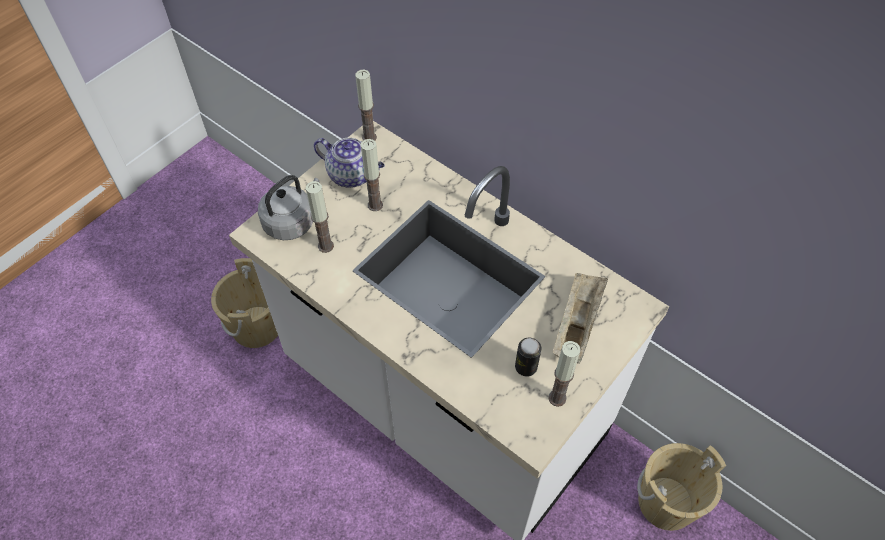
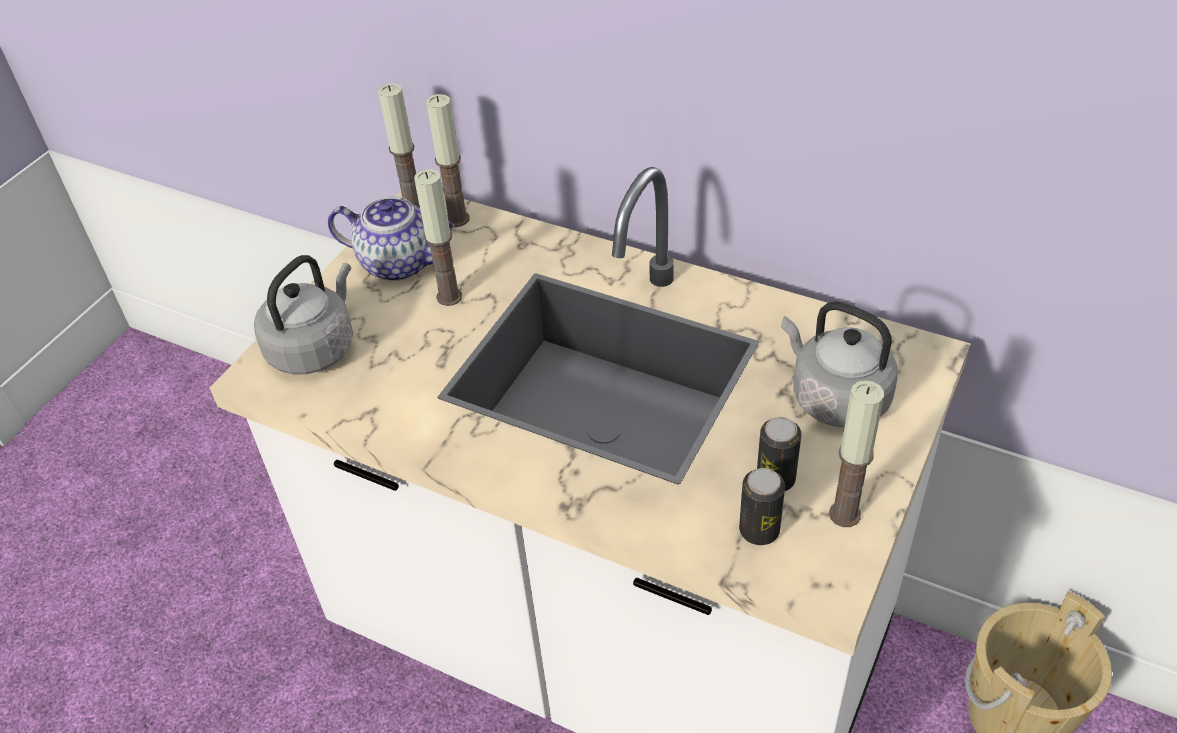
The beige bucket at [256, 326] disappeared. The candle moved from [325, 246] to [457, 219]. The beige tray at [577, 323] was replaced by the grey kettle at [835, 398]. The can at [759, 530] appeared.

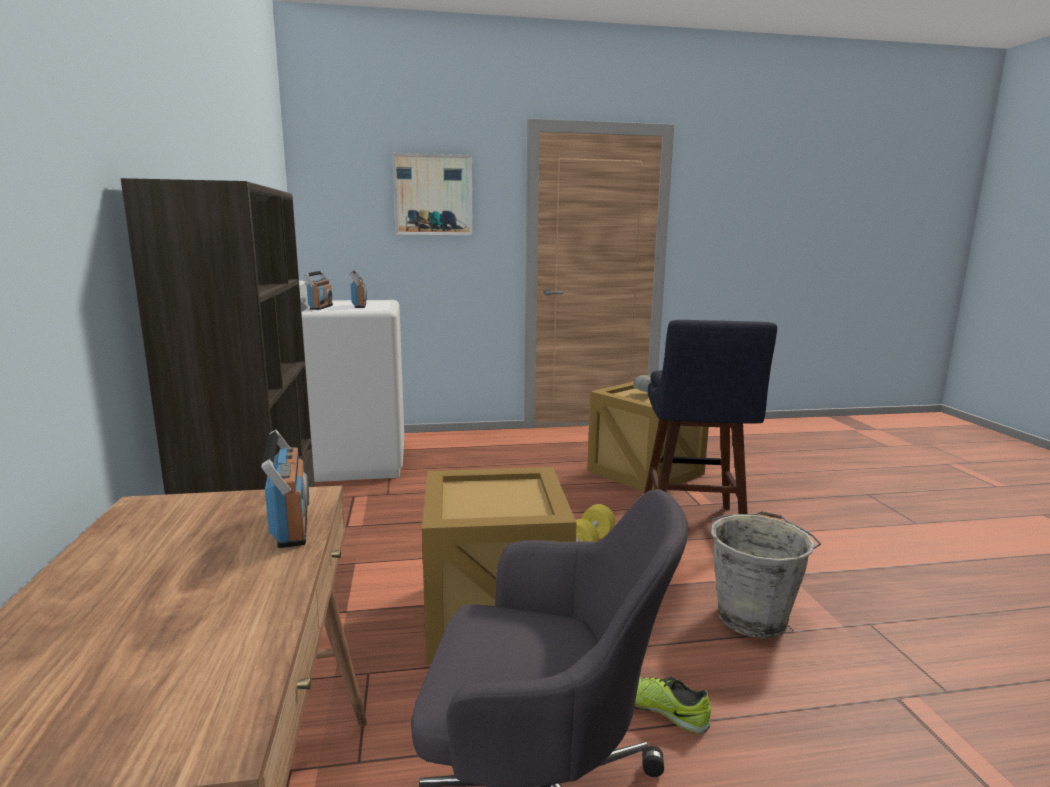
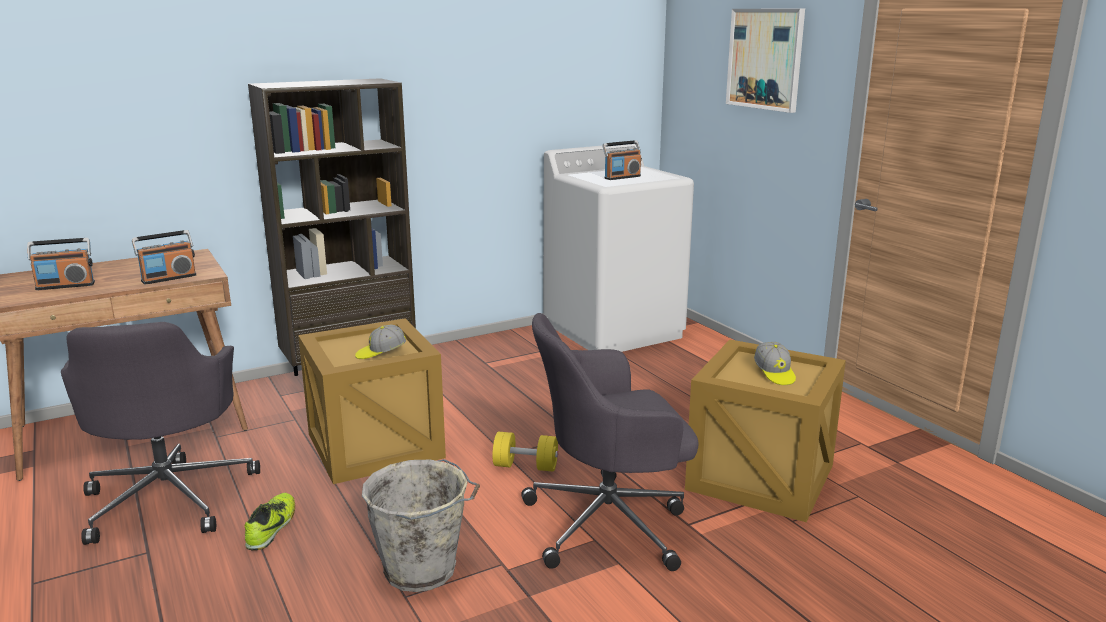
The radio moved from [320, 307] to [65, 286]. The blue stool at [692, 528] was replaced by the grey office chair at [610, 523]. The cap at [381, 353] appeared.

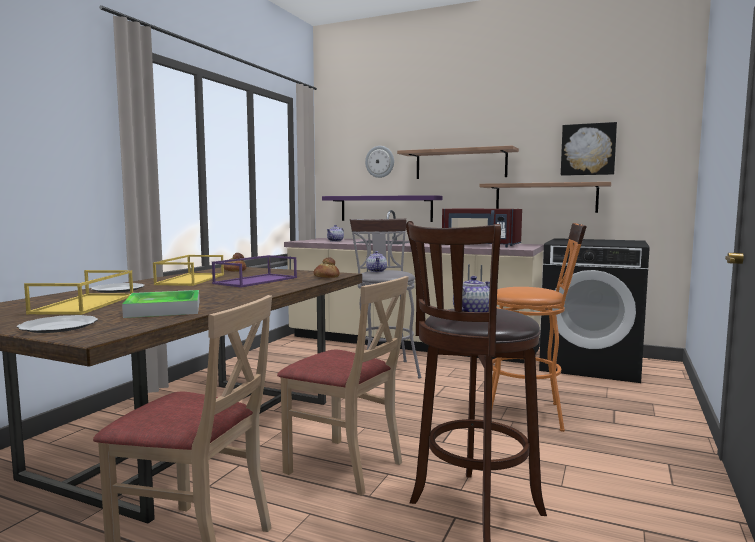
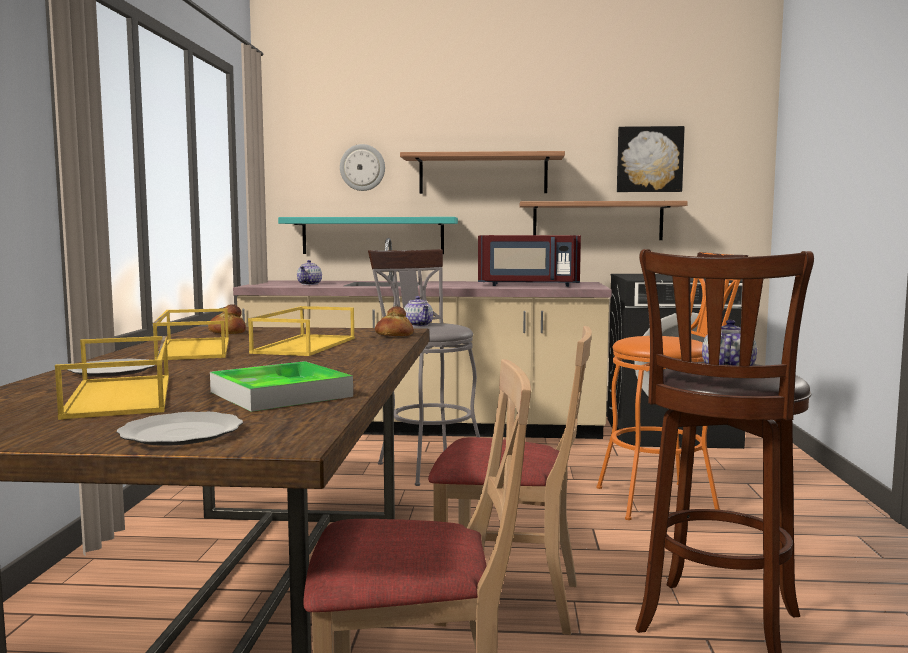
The purple tray at [256, 280] became the yellow tray at [304, 345]. The purple shelf at [386, 208] became the turquoise shelf at [373, 235].

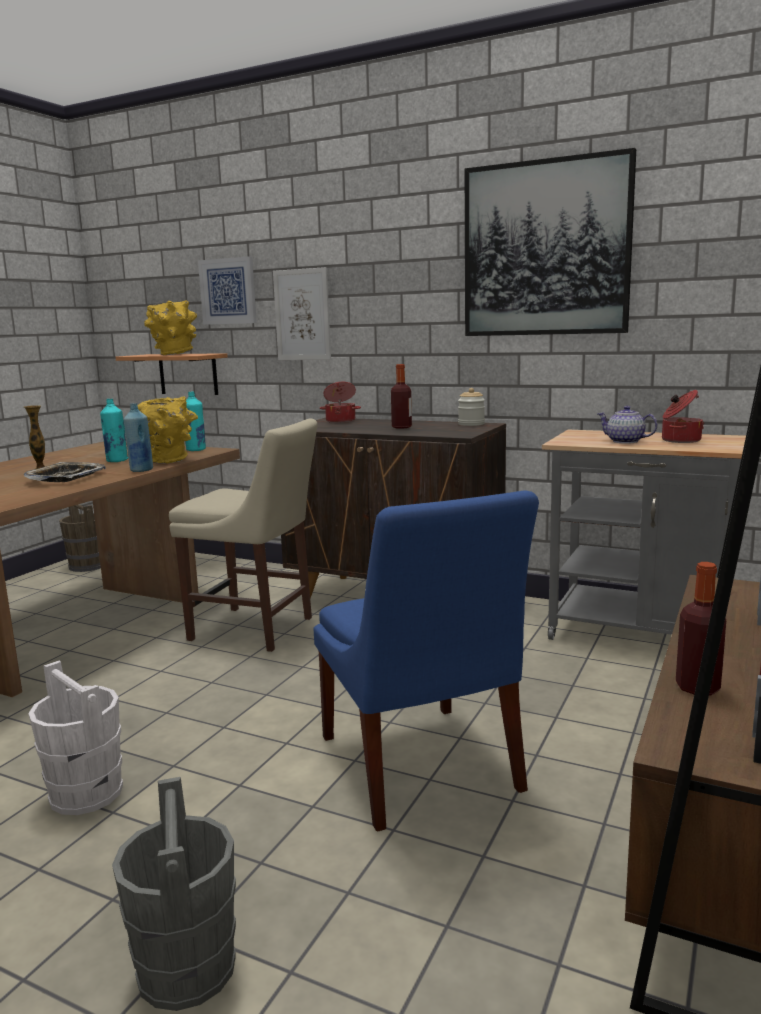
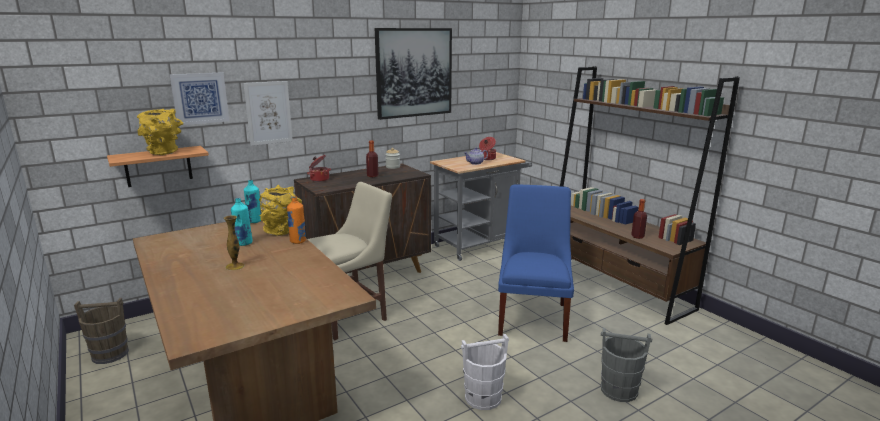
The tray at [66, 477] disappeared. The blue bottle at [141, 470] became the orange bottle at [298, 241]. The blue chair at [420, 768] turned 90 degrees counterclockwise.

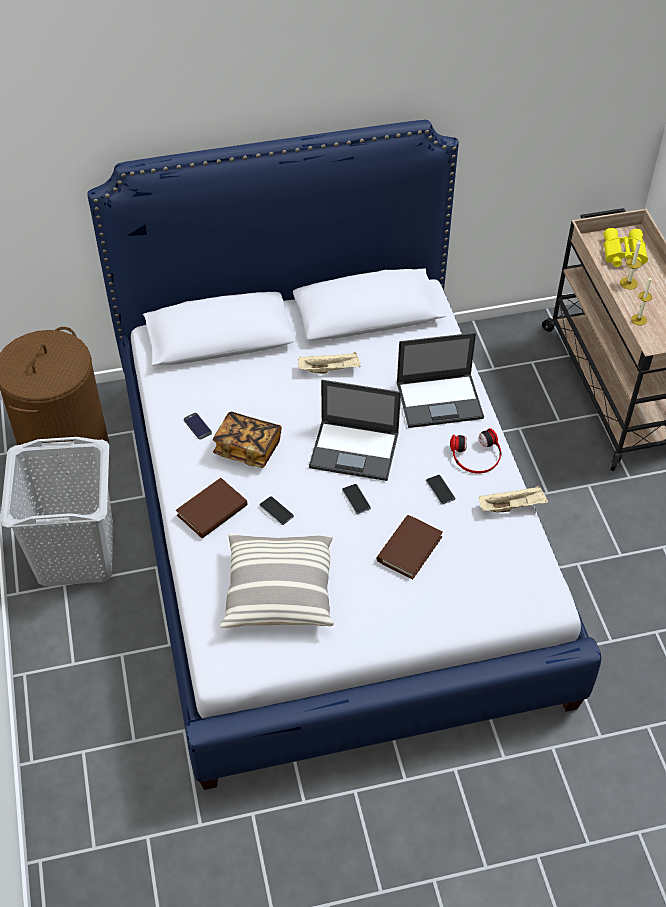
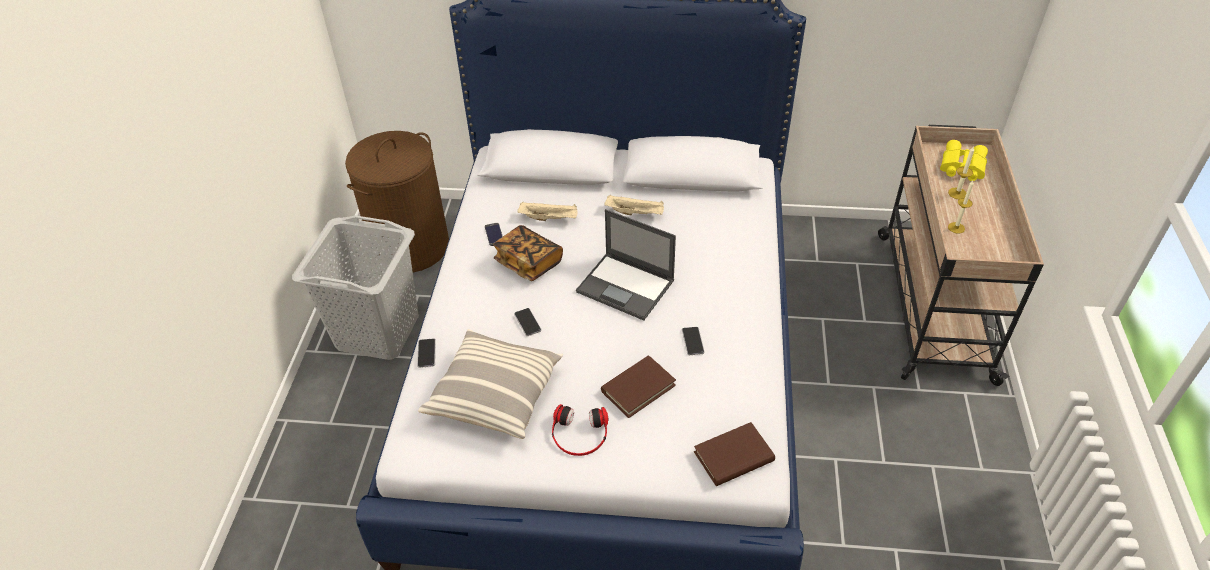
The brown book moved from [212, 511] to [733, 457]. The phone moved from [356, 499] to [426, 353]. The laptop at [440, 400] disappeared. The headphones moved from [476, 456] to [579, 434]. The beige tray moved from [512, 506] to [549, 218].

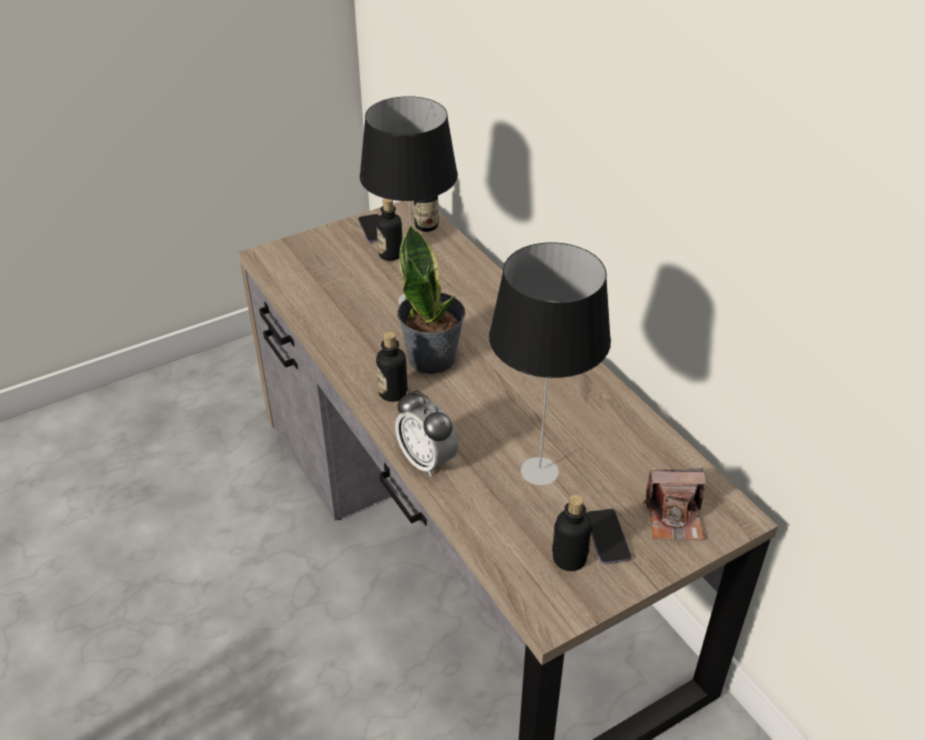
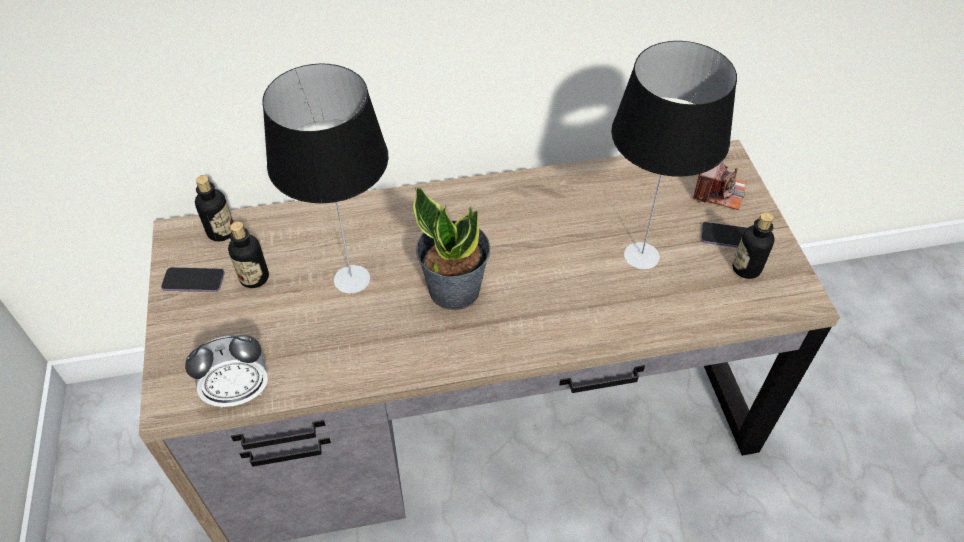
The bottle at [393, 393] disappeared. The alarm clock moved from [427, 461] to [239, 392].

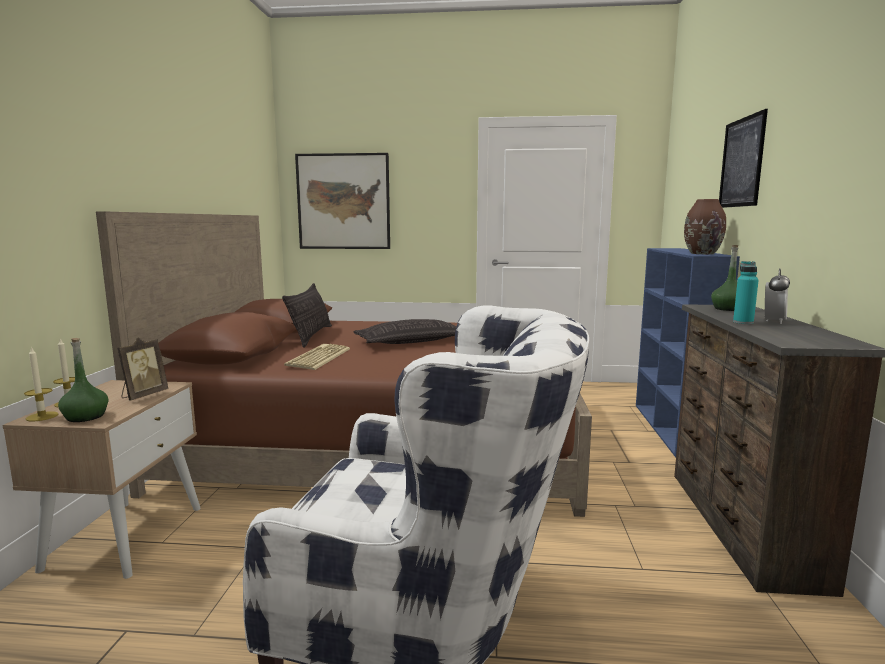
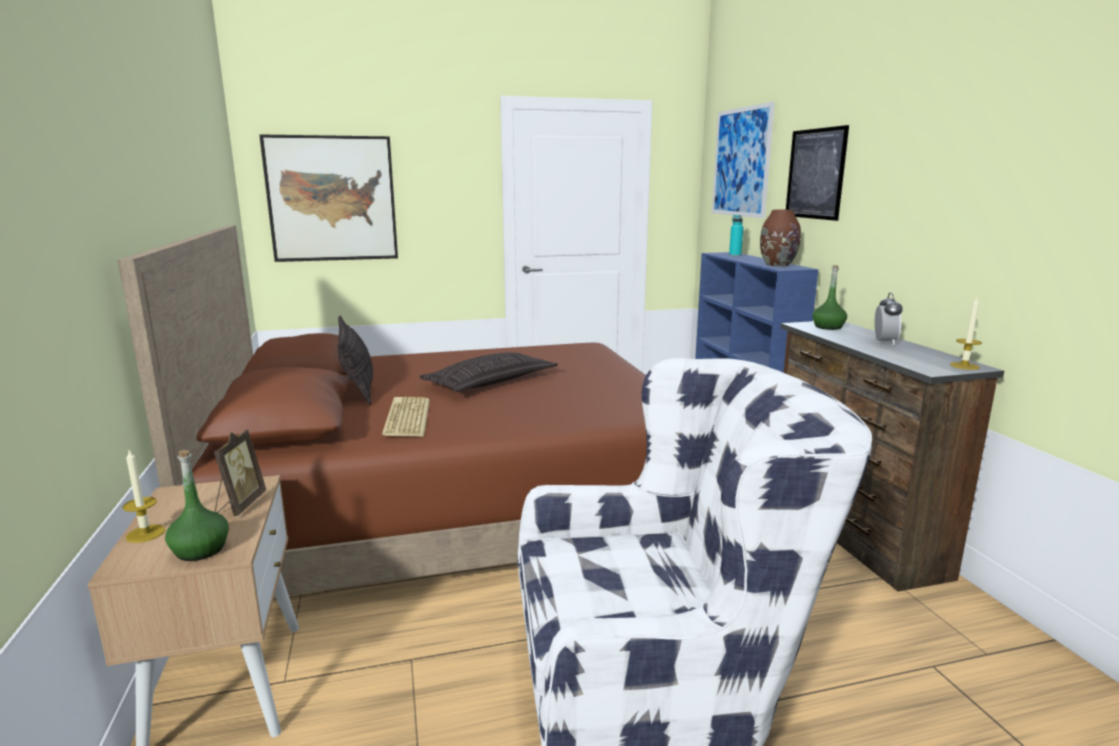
The candle moved from [42, 416] to [964, 366]. The turquoise bottle moved from [743, 322] to [735, 255]. The picture at [741, 162] appeared.

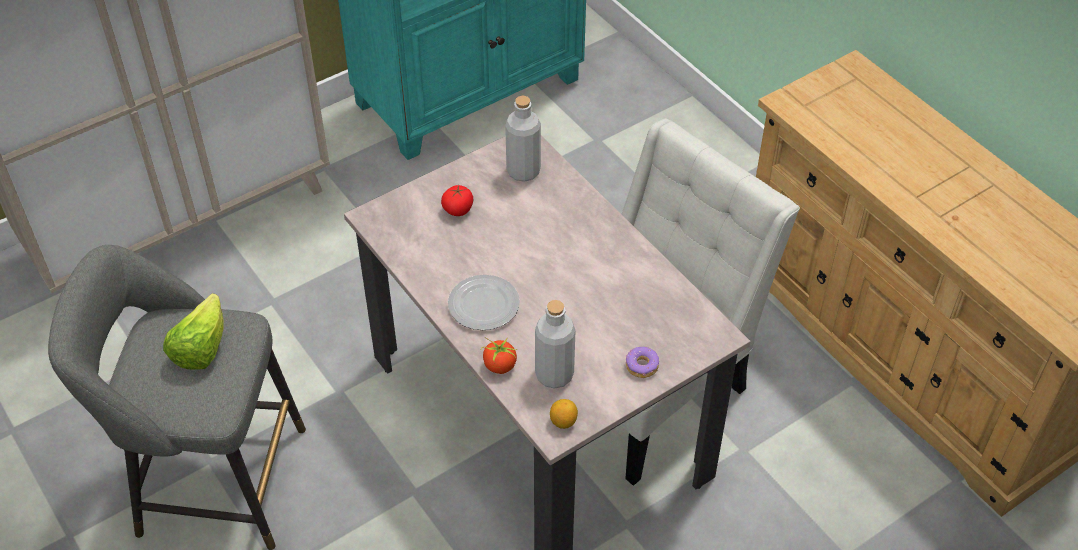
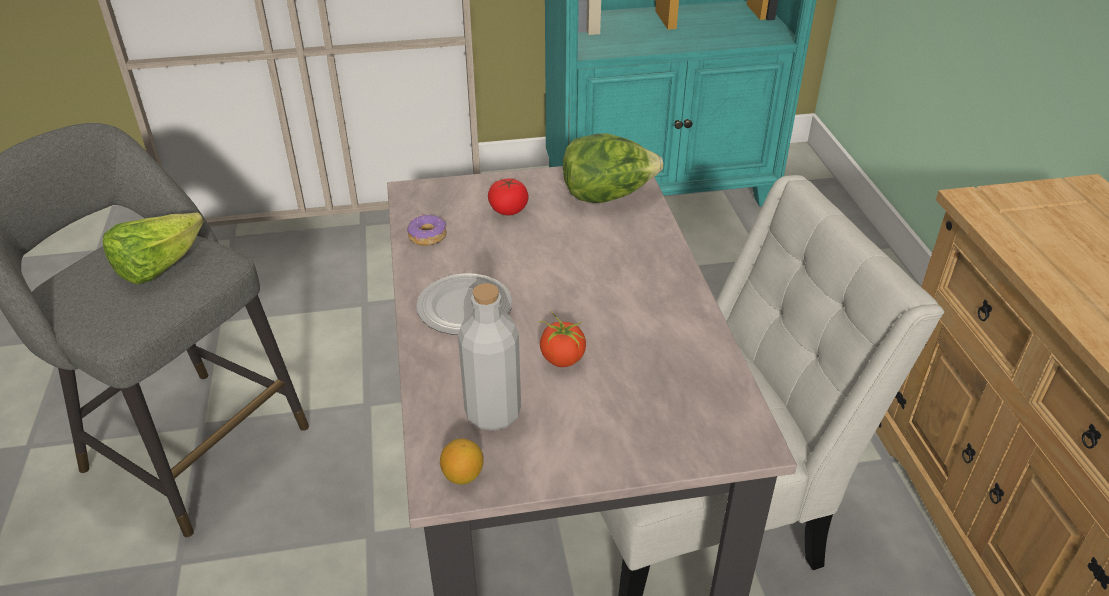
The tomato moved from [499, 366] to [562, 359]. The grey bottle at [523, 171] was replaced by the lettuce at [607, 196]. The donut moved from [642, 366] to [427, 236].

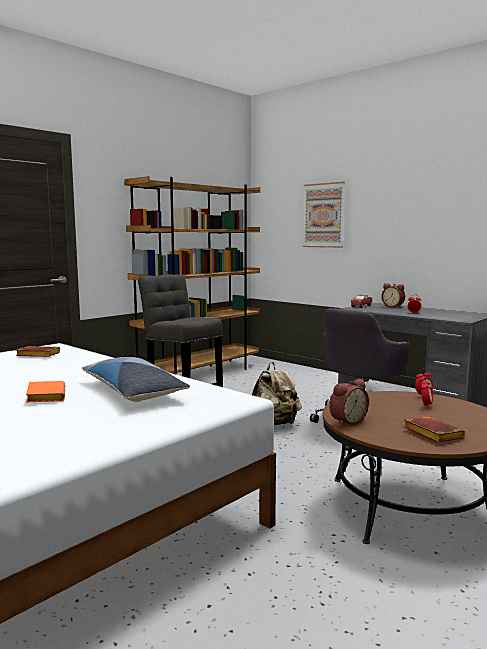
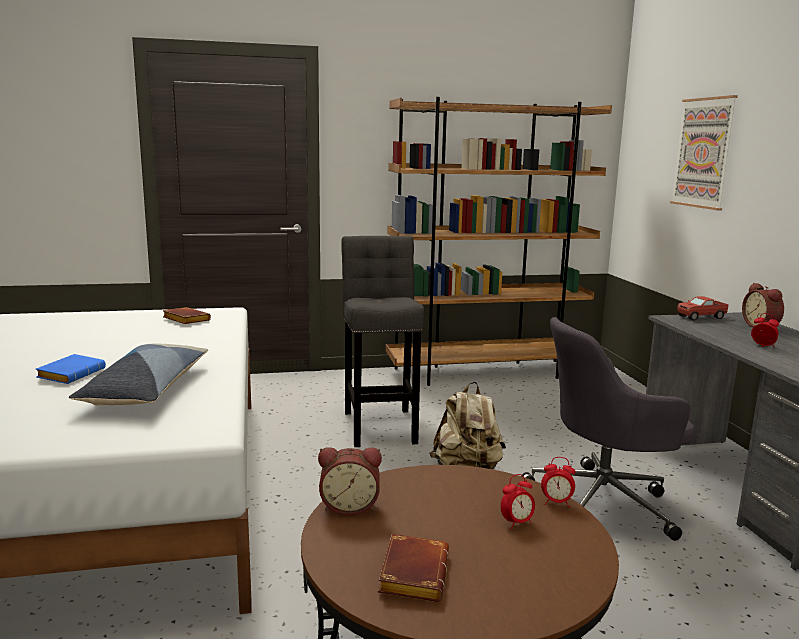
The orange book at [44, 396] became the blue book at [71, 374].

